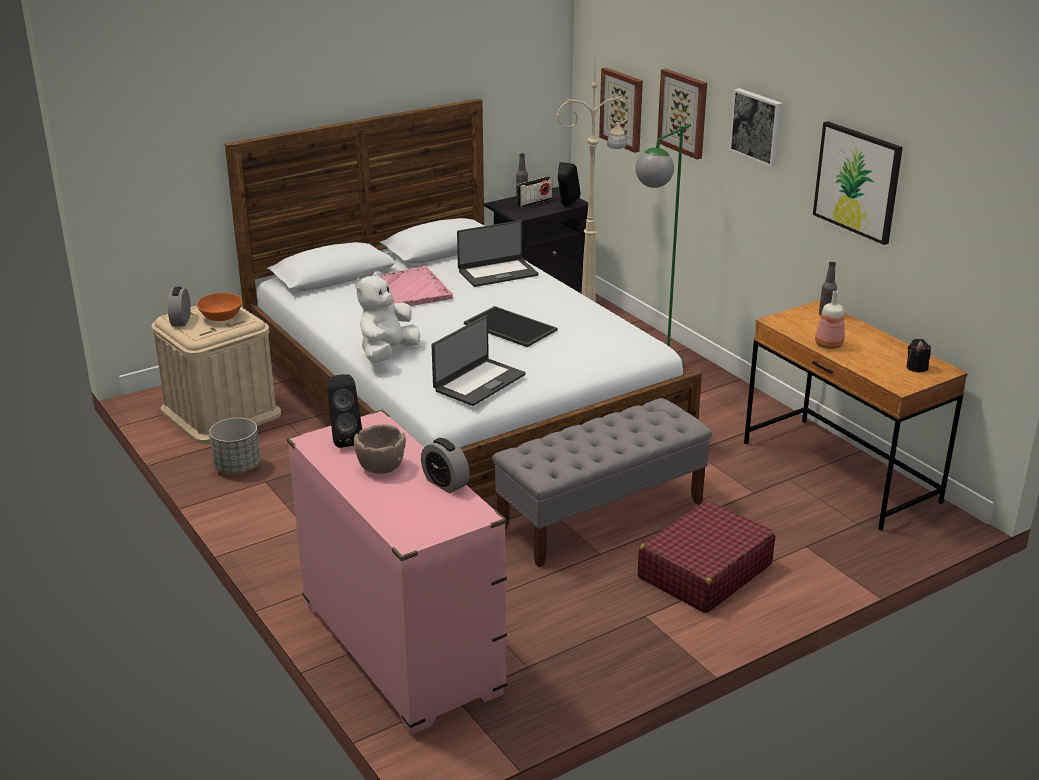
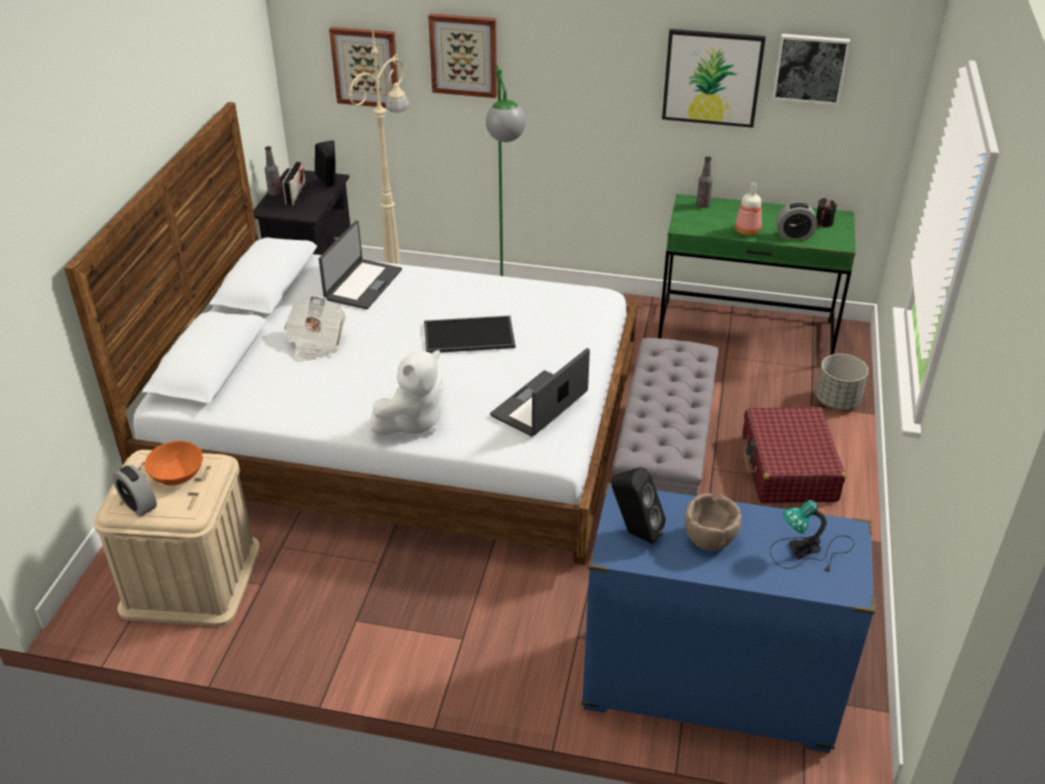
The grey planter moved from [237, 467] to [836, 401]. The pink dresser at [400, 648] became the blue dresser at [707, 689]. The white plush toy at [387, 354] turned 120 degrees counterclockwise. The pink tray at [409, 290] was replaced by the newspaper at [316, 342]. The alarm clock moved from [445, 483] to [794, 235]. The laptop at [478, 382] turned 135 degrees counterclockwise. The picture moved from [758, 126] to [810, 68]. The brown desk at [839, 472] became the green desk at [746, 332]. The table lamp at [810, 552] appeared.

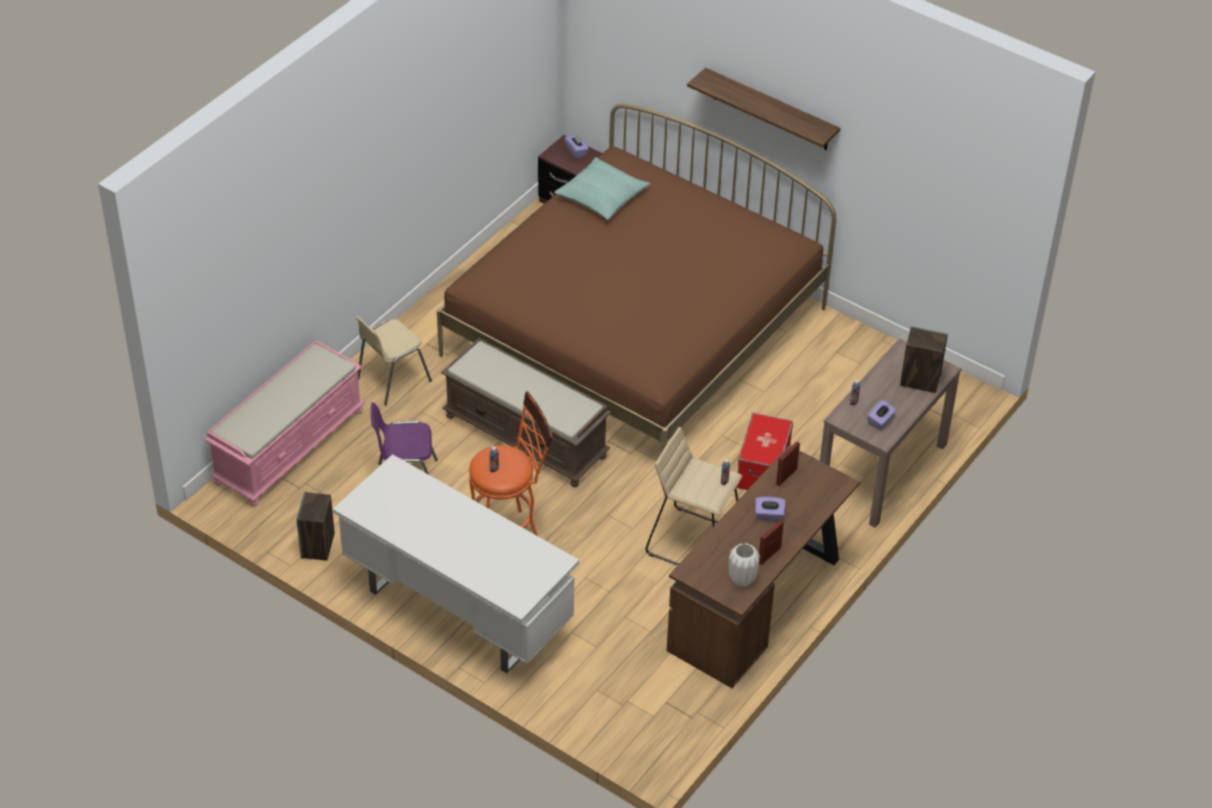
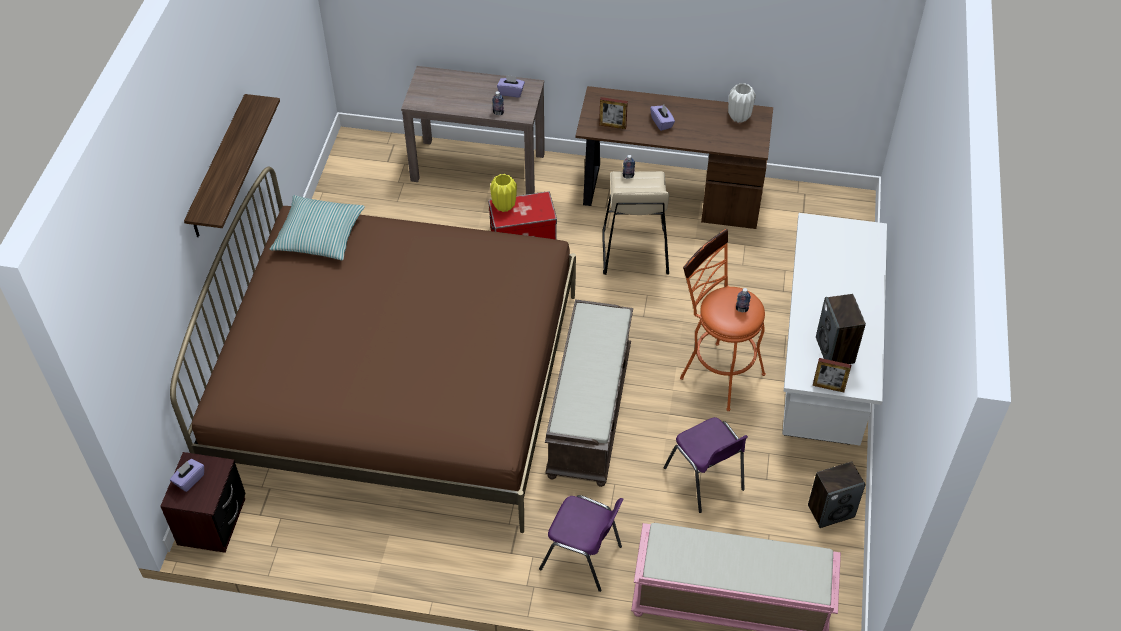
The beige chair at [391, 380] became the purple chair at [583, 558]. The pillow moved from [601, 196] to [319, 235]. The picture frame moved from [769, 555] to [828, 387]. The speaker moved from [919, 381] to [835, 350]. The yellow vase at [504, 206] appeared.

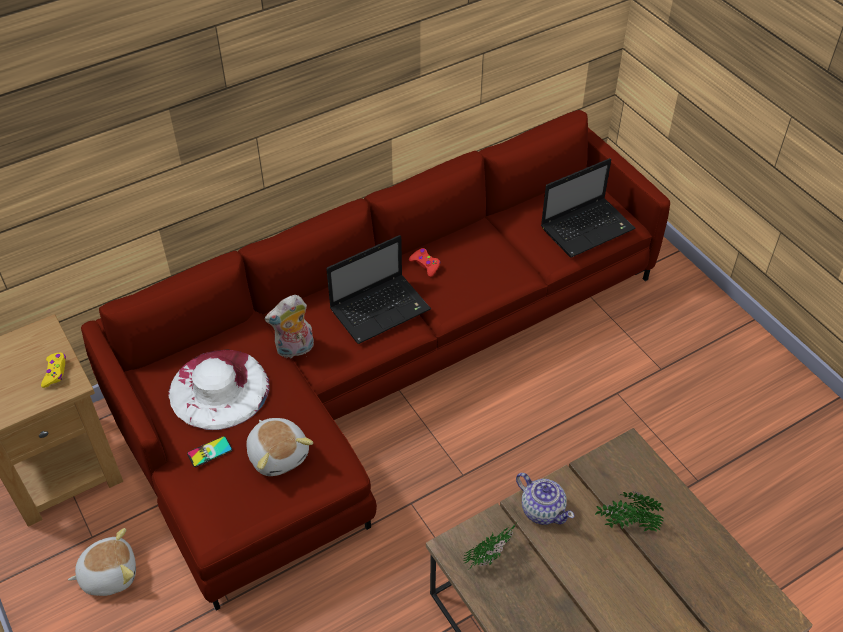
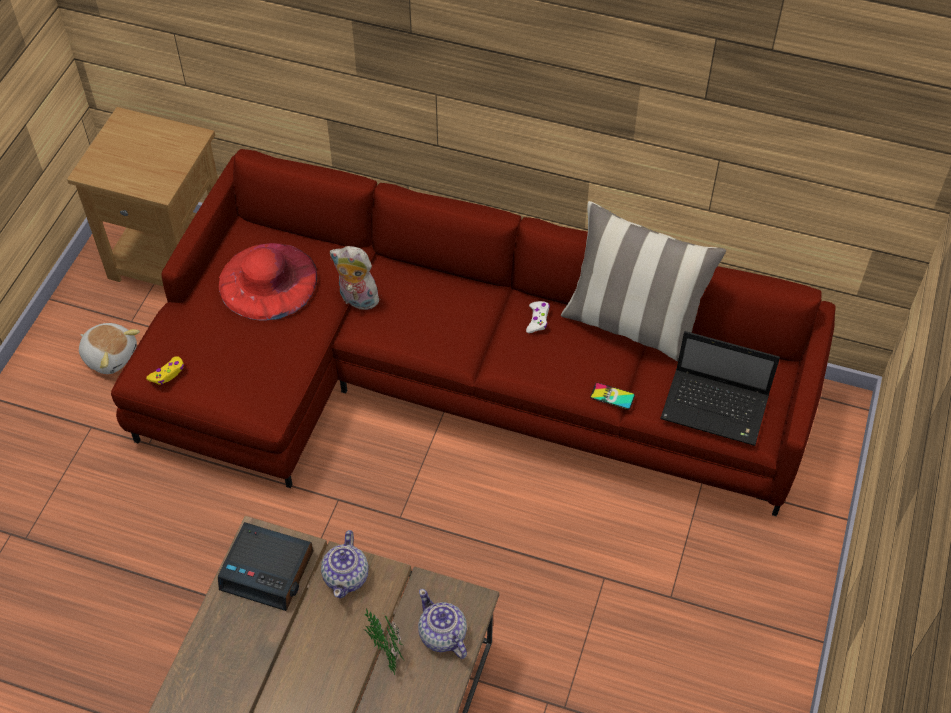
The yellow game controller moved from [55, 372] to [167, 374]. The white hat at [219, 388] became the red hat at [268, 281]. The phone moved from [210, 452] to [612, 396]. The plush toy at [279, 454] disappeared. The laptop at [381, 309] disappeared. The red game controller at [425, 265] became the white game controller at [538, 319]. The potted plant at [492, 558] was replaced by the alarm clock at [268, 570]. The teapot at [442, 635] appeared. The pillow at [633, 325] appeared.

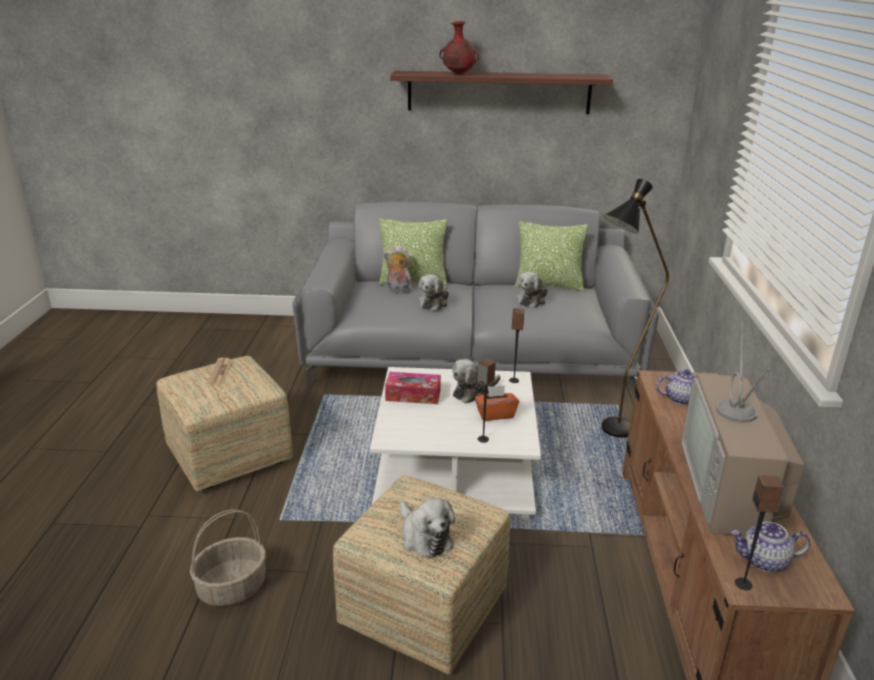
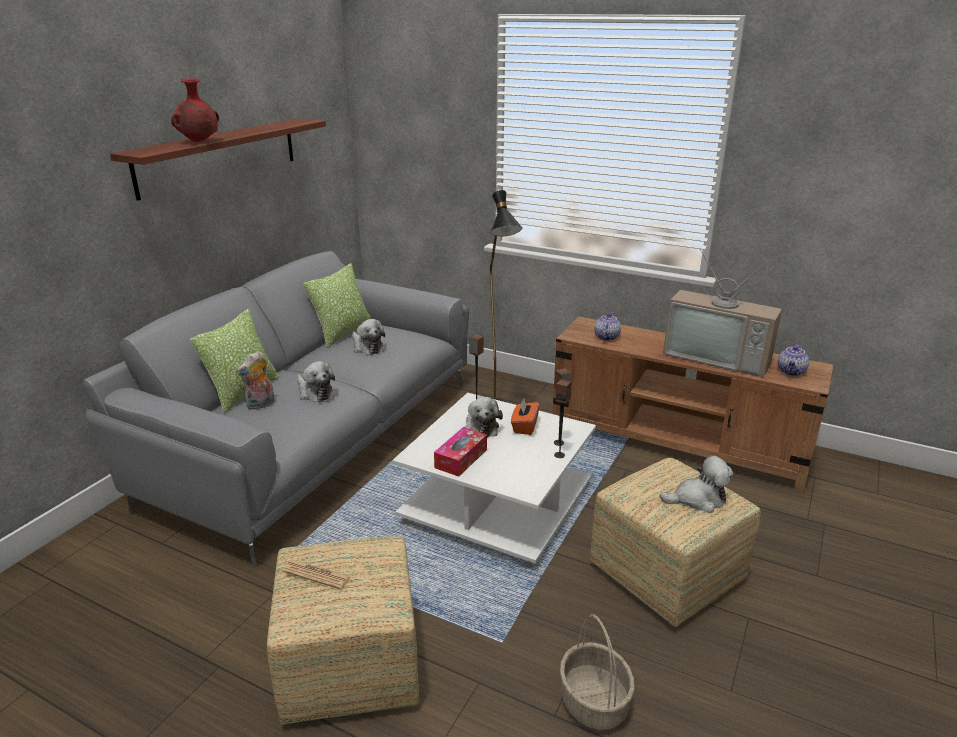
The speaker moved from [743, 584] to [559, 455].

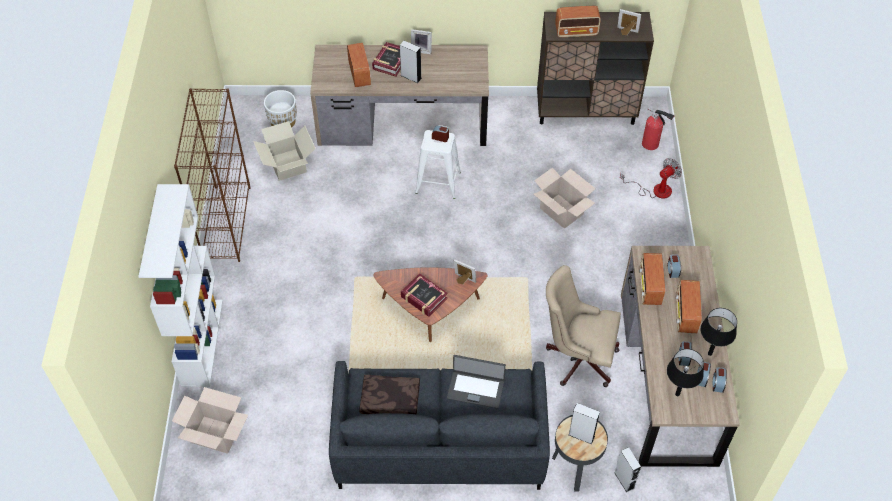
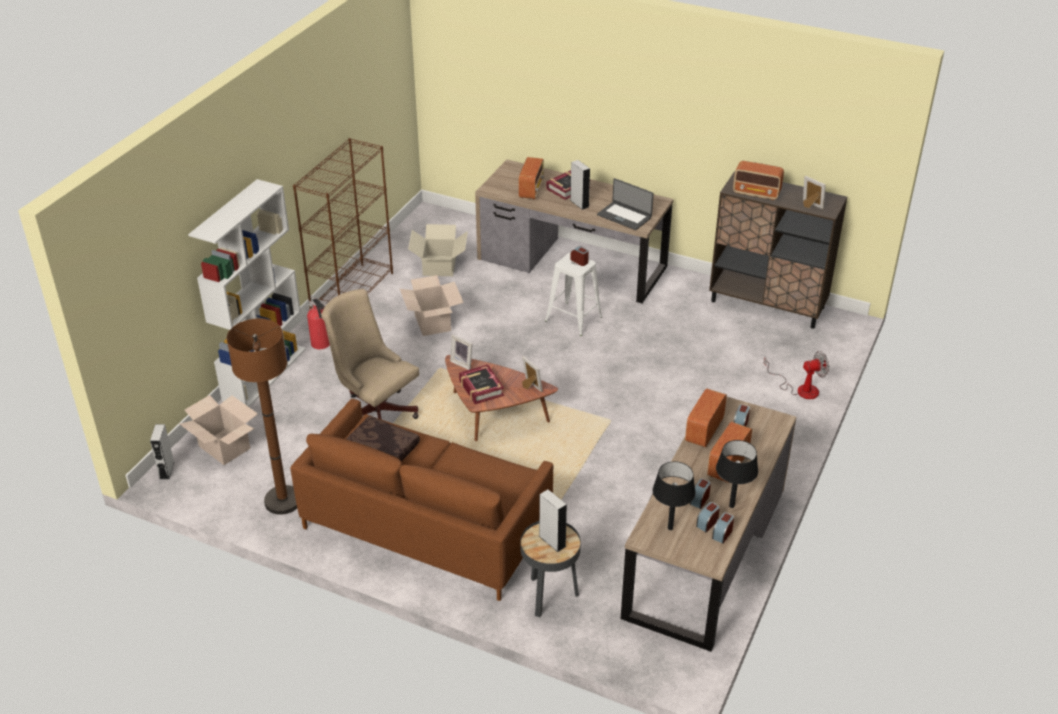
The white planter at [283, 121] disappeared. The grey sofa at [439, 443] became the brown sofa at [426, 526]. The picture frame moved from [421, 50] to [463, 363]. The laptop moved from [475, 389] to [624, 216]. The cardboard box moved from [561, 211] to [432, 322]. The beige office chair moved from [577, 357] to [375, 411]. The grey speaker moved from [624, 480] to [166, 470]. The fire extinguisher moved from [652, 145] to [321, 344]. The brown floor lamp at [283, 501] appeared.

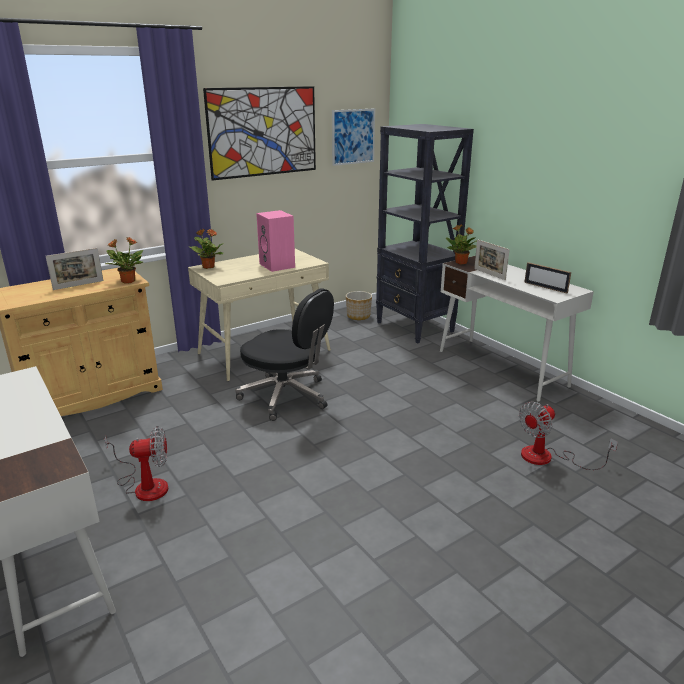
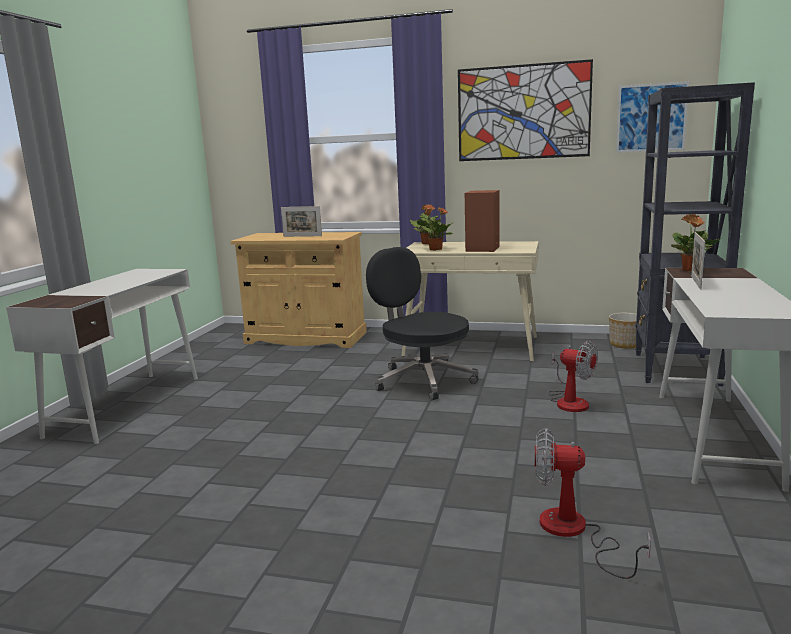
The fan moved from [145, 485] to [569, 401]. The potted plant moved from [127, 281] to [435, 249]. The black office chair at [287, 396] turned 150 degrees clockwise. The pink speaker at [278, 265] became the brown speaker at [483, 249]. The picture frame at [545, 287] disappeared.

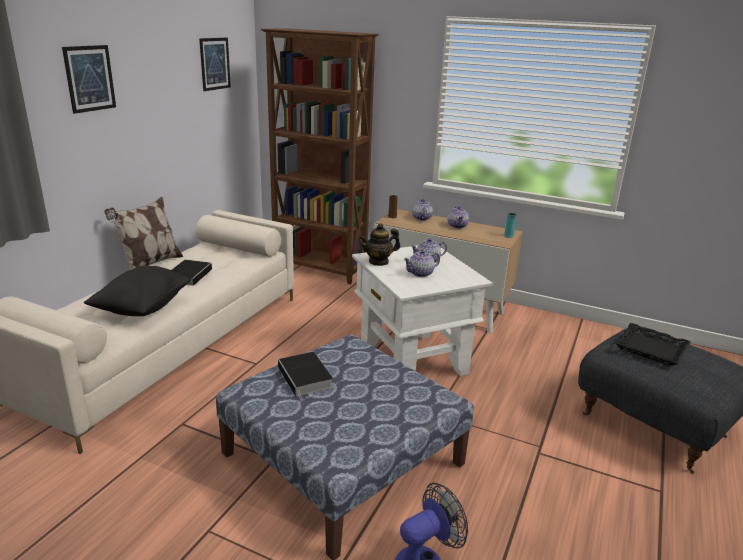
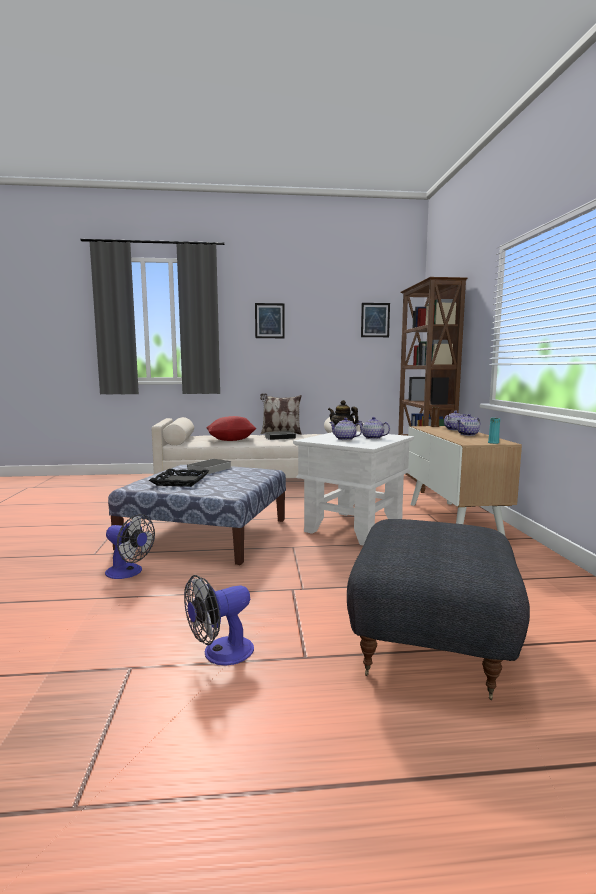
The black pillow at [143, 308] became the red pillow at [231, 440]. The black tray moved from [650, 349] to [180, 481]. The fan at [220, 654] appeared.

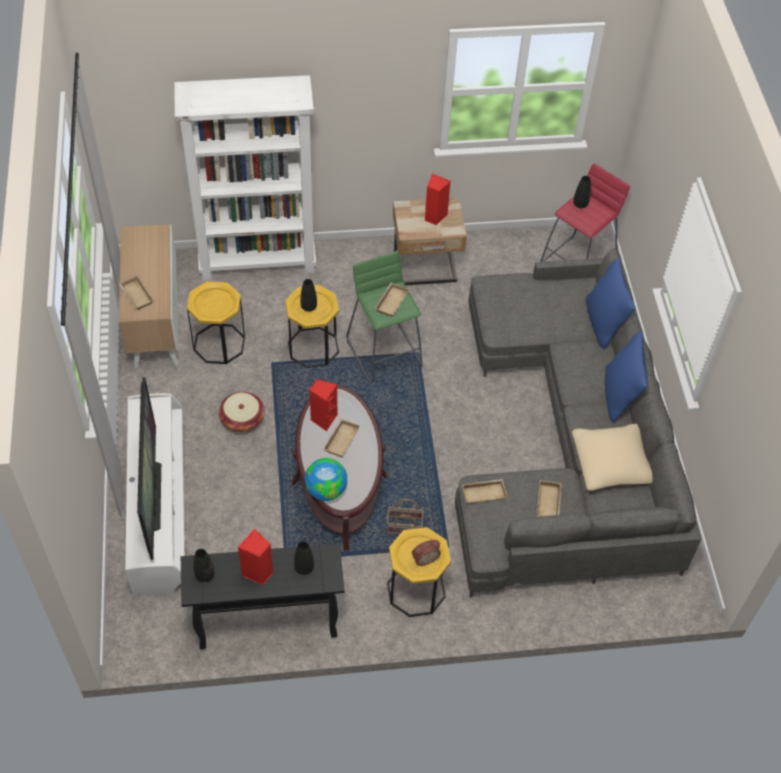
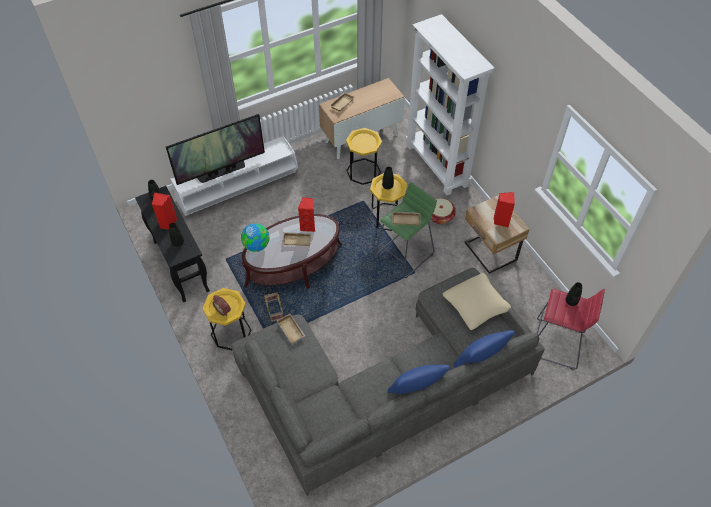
The basket moved from [242, 419] to [439, 216]. The beige tray at [549, 503] disappeared. The beige pillow moved from [611, 463] to [475, 306].

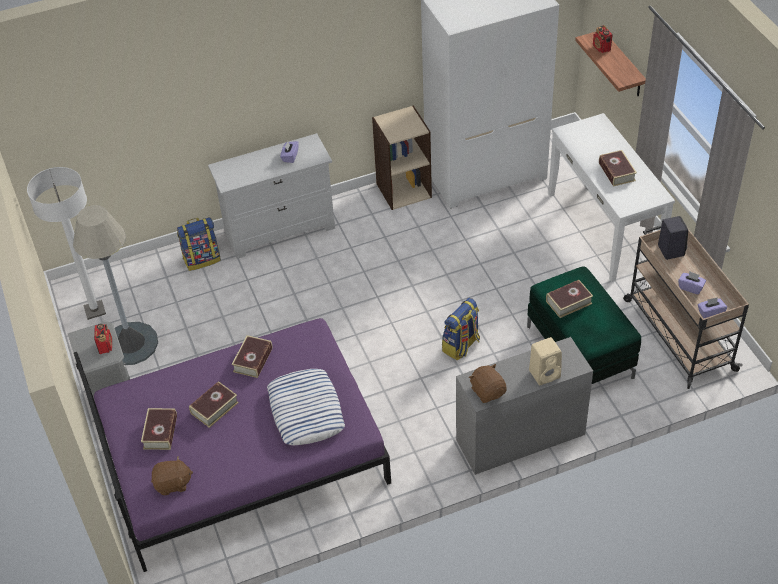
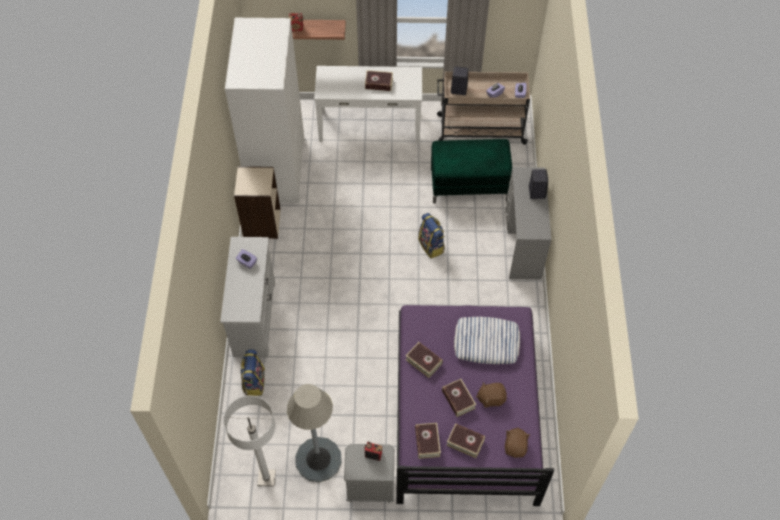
The brown plush toy moved from [488, 391] to [491, 398]. The beige speaker at [545, 373] became the black speaker at [536, 191]. The book moved from [568, 302] to [427, 442].

